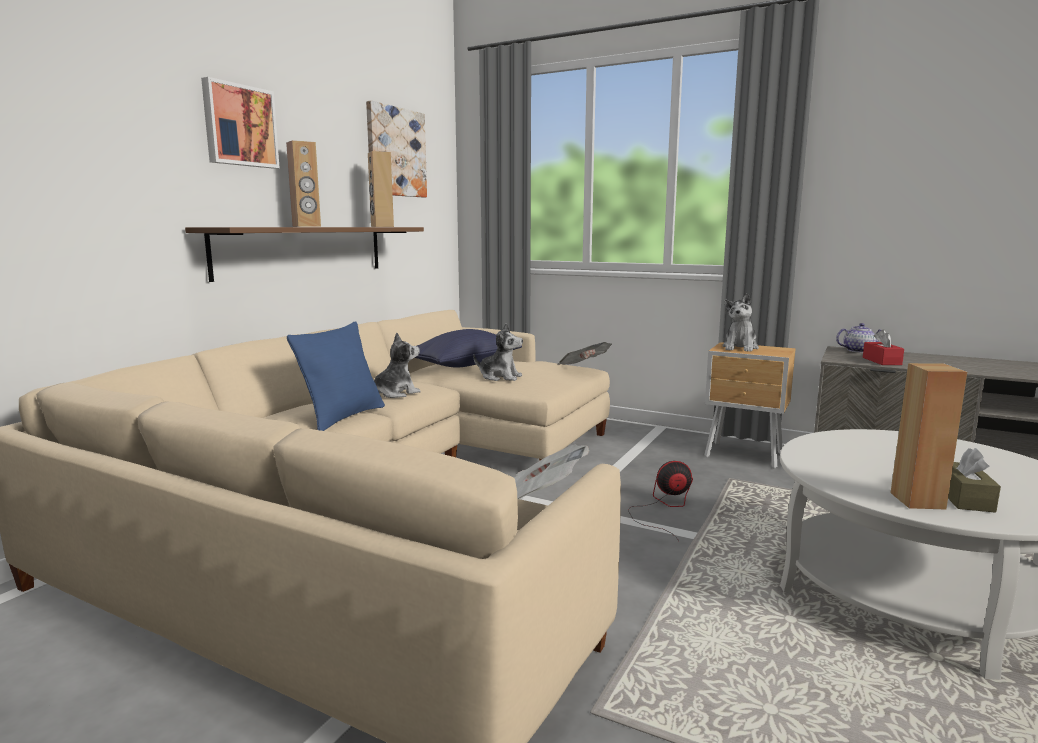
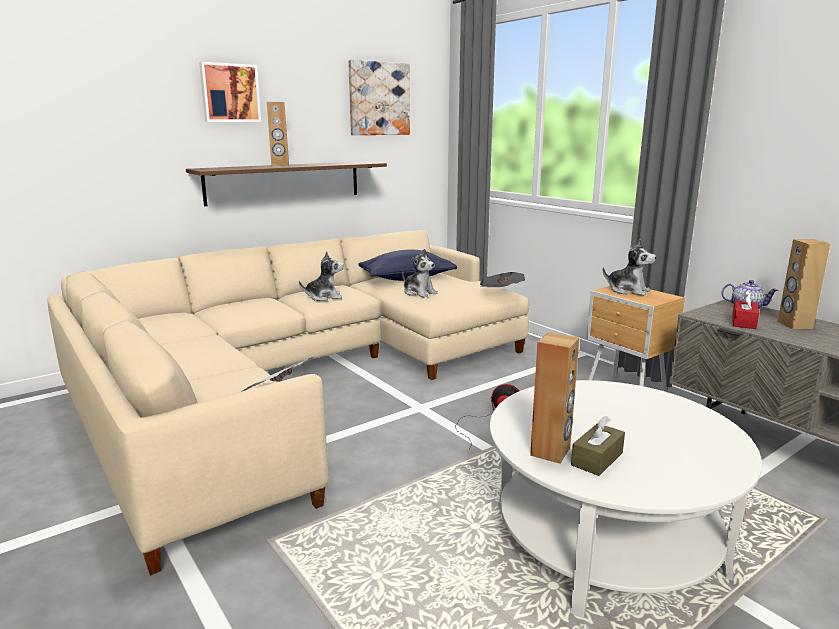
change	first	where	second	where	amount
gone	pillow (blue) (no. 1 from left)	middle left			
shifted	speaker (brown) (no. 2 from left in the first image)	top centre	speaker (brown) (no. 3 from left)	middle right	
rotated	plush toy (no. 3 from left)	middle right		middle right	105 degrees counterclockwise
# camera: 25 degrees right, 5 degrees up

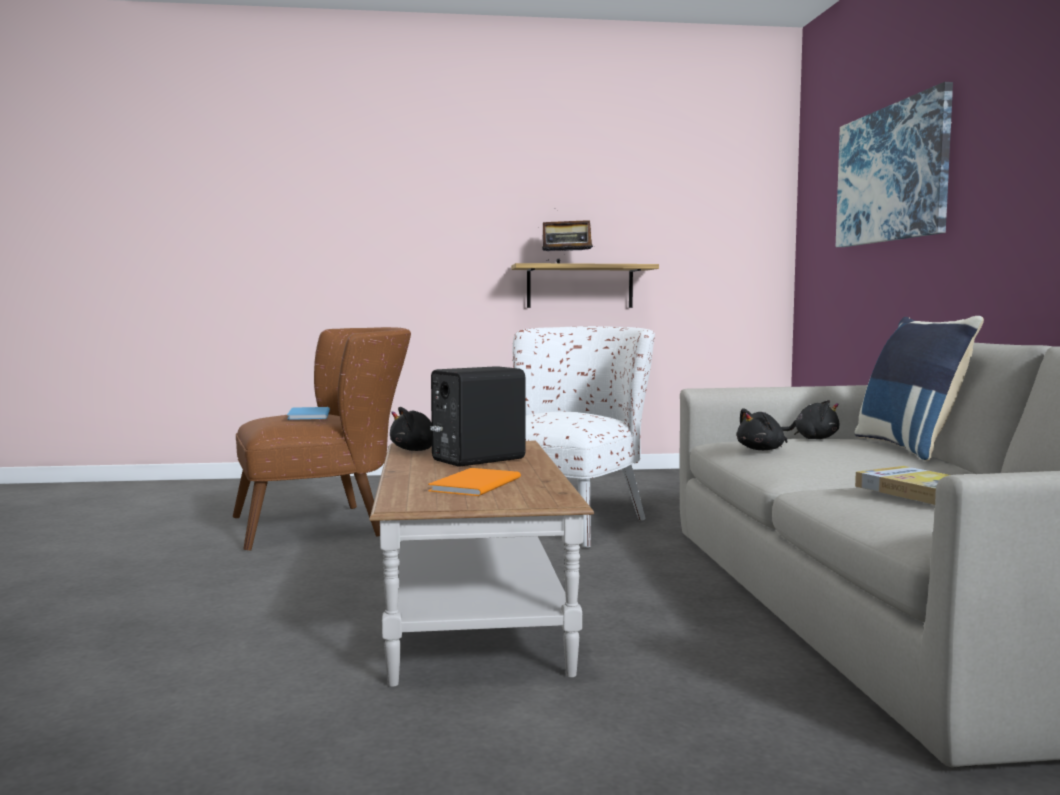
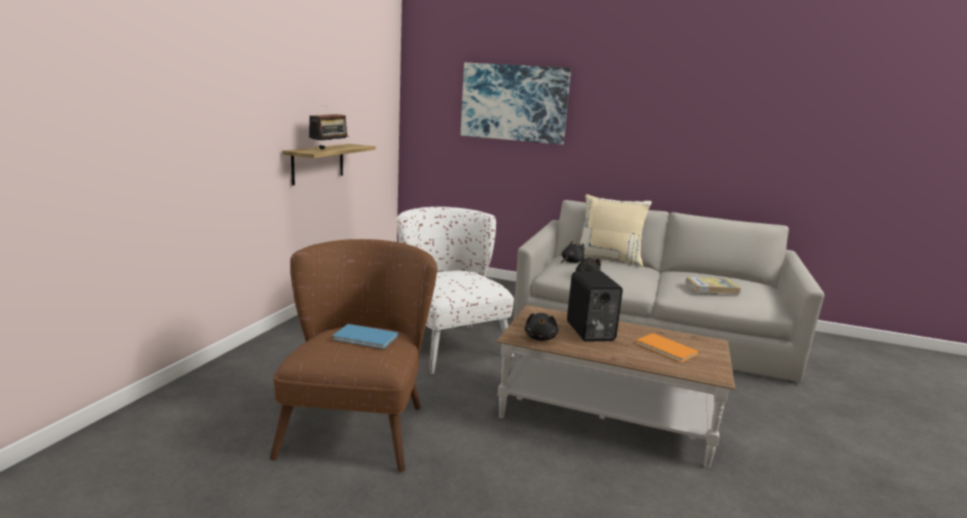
change	first	where	second	where	amount
repainted	pillow (blue)	middle right	pillow (beige)	centre	
# camera: 65 degrees left, 10 degrees up

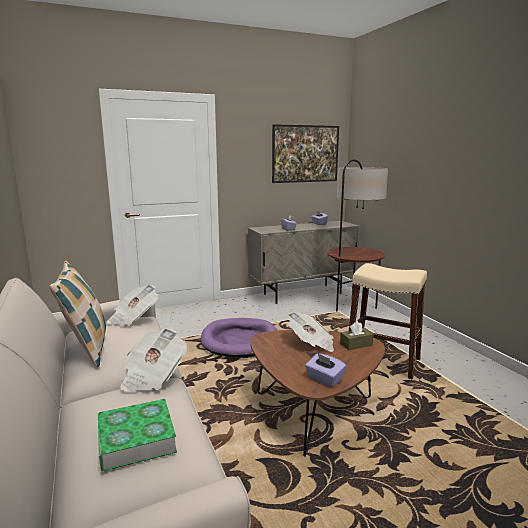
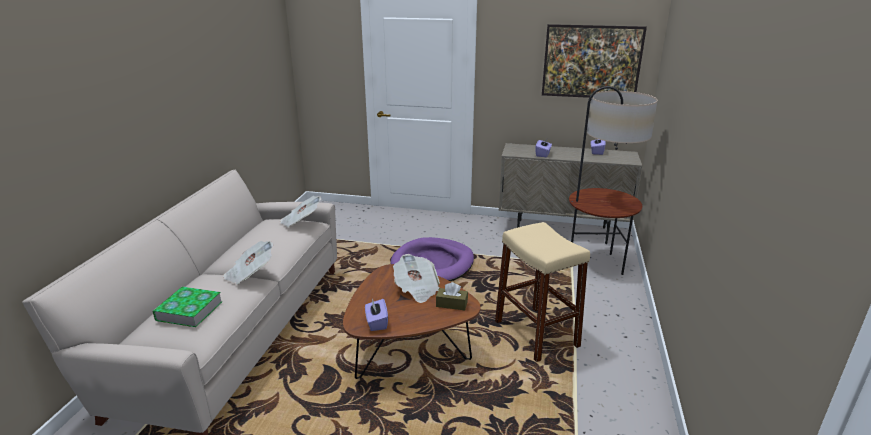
change	first	where	second	where	amount
gone	pillow	middle left			
# camera: 35 degrees right, 10 degrees up

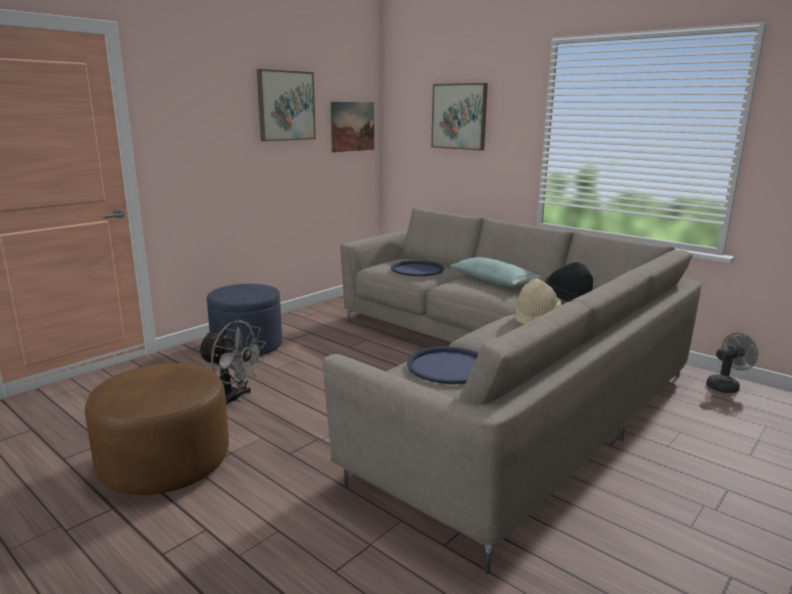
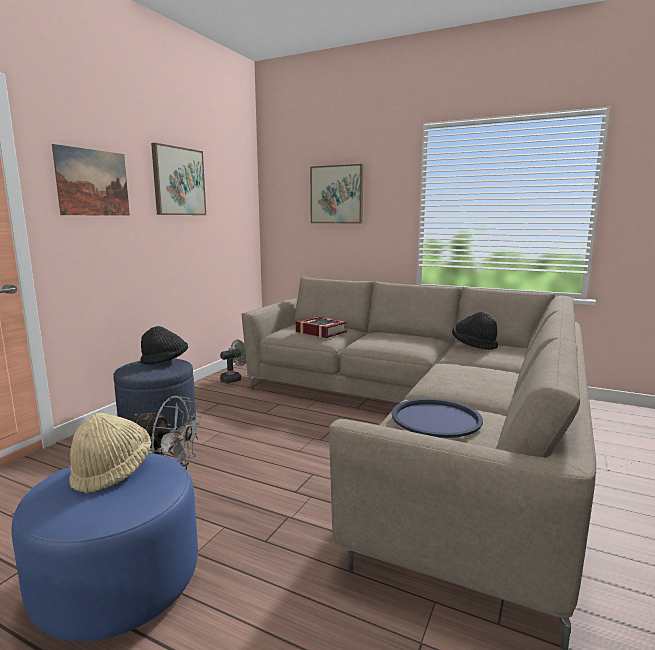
change	first	where	second	where	amount
gone	pillow	centre			
new			hat (black) (no. 1 from left)	middle left	
shifted	picture (no. 2 from left in the first image)	top centre	picture (no. 1 from left)	top left	
shifted	hat (beige)	middle right		bottom left	
shifted	fan (grey) (no. 2 from left)	middle right		centre	
swapped	tray (blue) (no. 1 from left)	centre	book	centre	
repainted	ottoman (brown)	bottom left	ottoman (blue) (no. 1 from left)	bottom left	
# camera: 15 degrees left, 5 degrees down

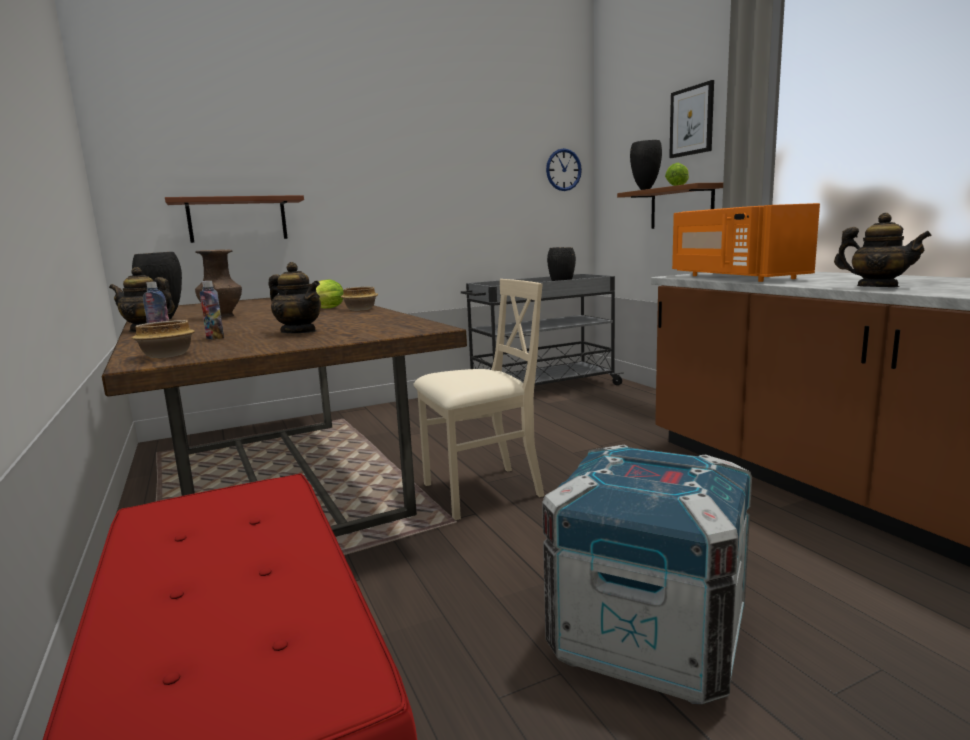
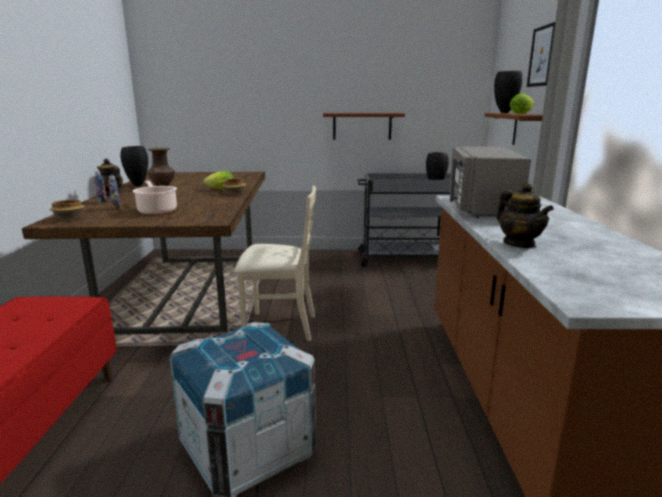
change	first	where	second	where	amount
gone	wall clock	top centre			
shifted	shelf (brown) (no. 1 from left)	top left		top centre	
swapped	teapot (no. 2 from left)	middle left	cooking pot	middle left	
repainted	microwave (orange)	top right	microwave (grey)	middle right	
# camera: 25 degrees right, 5 degrees up

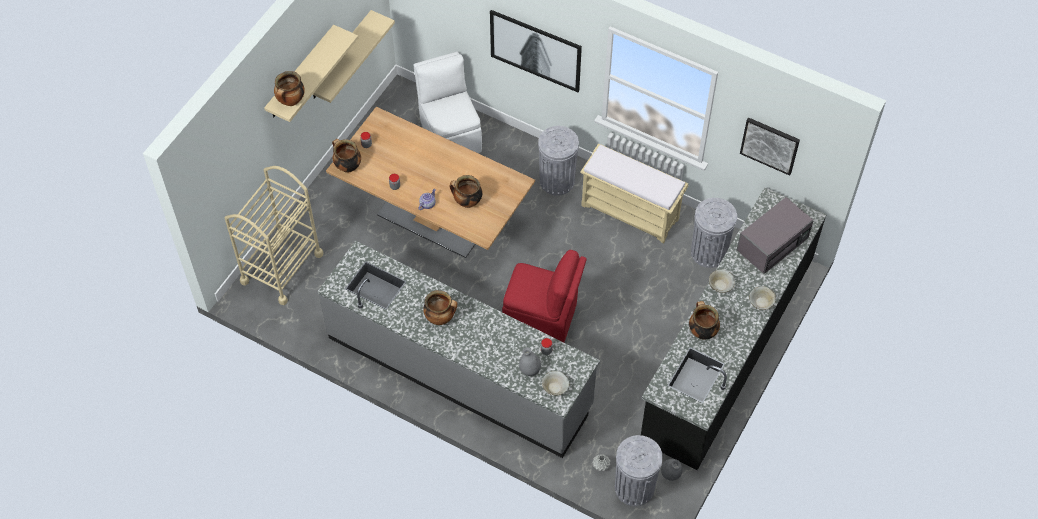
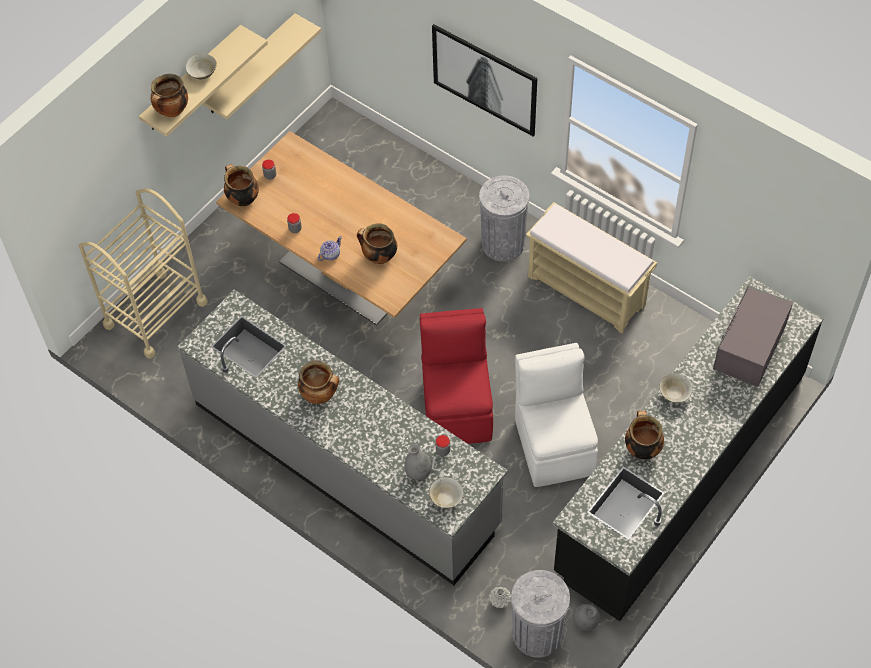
change	first	where	second	where	amount
gone	trash can (grey) (no. 3 from left)	middle right			
gone	picture (no. 2 from left)	top right			
shifted	chair (white)	top centre		centre	
shifted	bowl (beige) (no. 3 from left in the first image)	middle right	bowl (beige) (no. 1 from left)	top left	
rotated	chair (red)	centre		centre	120 degrees counterclockwise
rotated	microwave (grey)	middle right		middle right	150 degrees clockwise
# camera: 10 degrees right, 0 degrees up

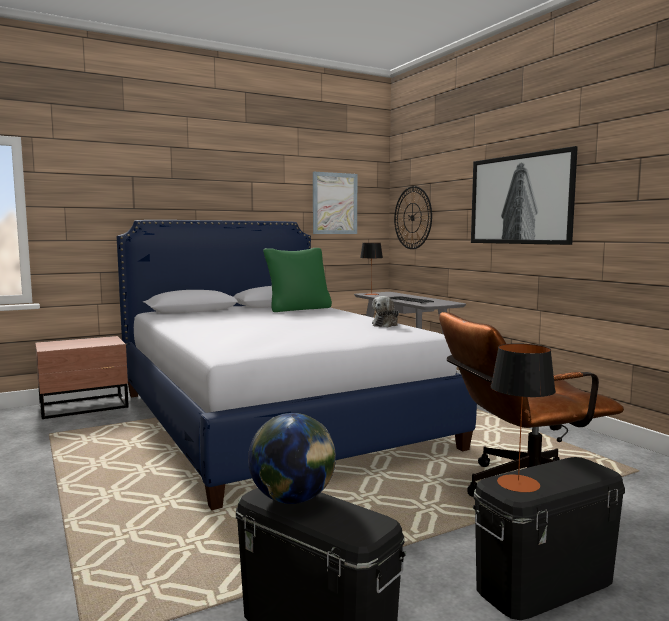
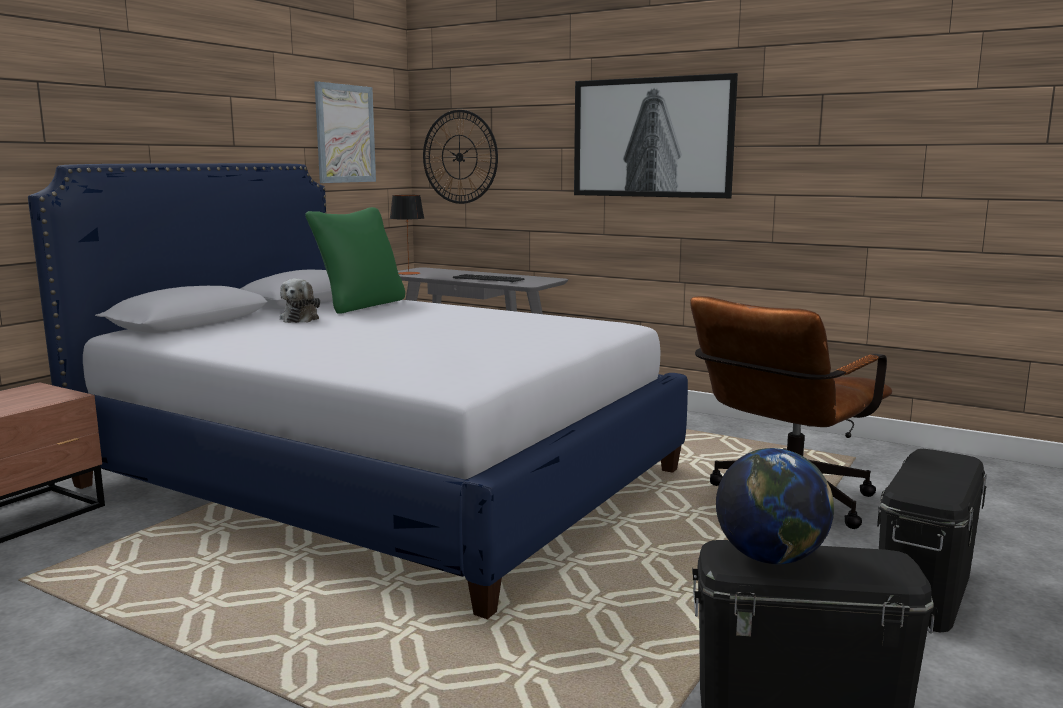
change	first	where	second	where	amount
gone	table lamp (no. 2 from left)	bottom right			
shifted	plush toy	centre		middle left	
# camera: 30 degrees left, 5 degrees up

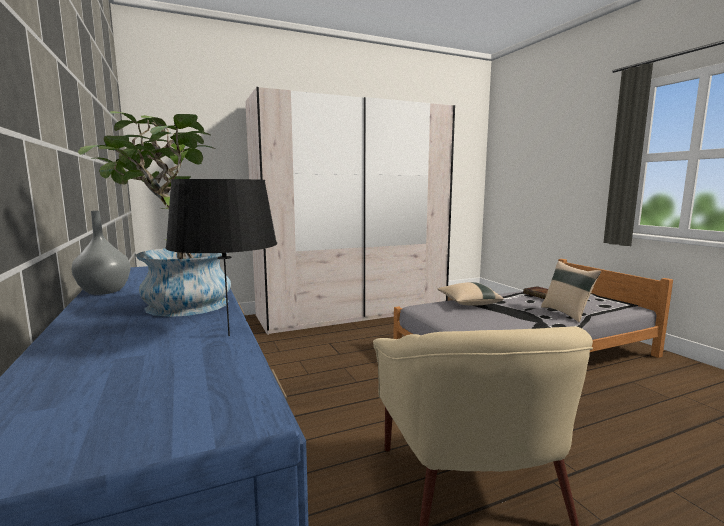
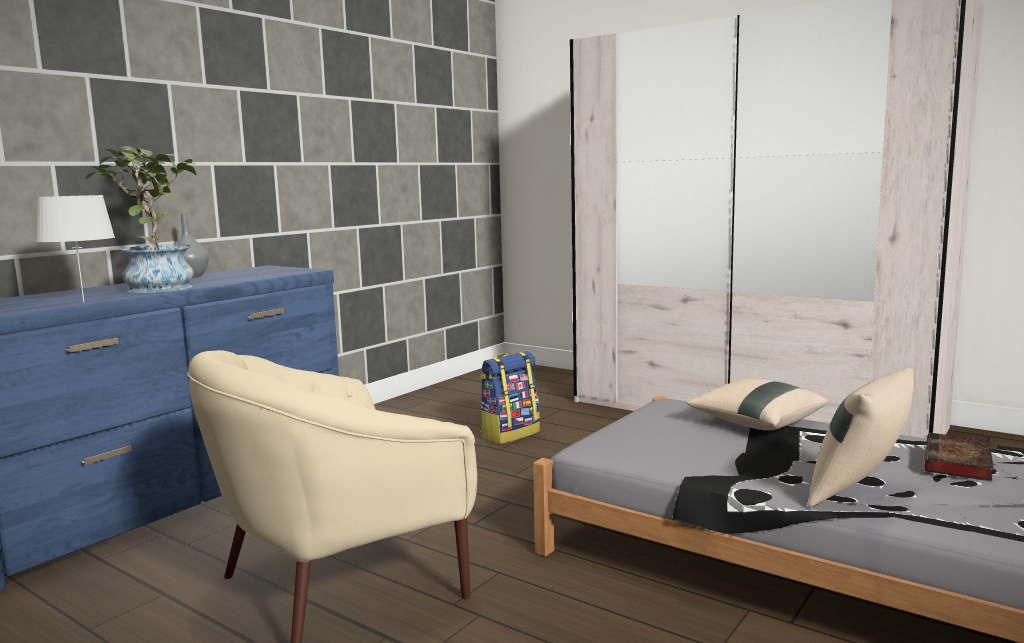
change	first	where	second	where	amount
new			backpack	centre	
repainted	table lamp (black)	middle left	table lamp (white)	middle left	
# camera: 60 degrees right, 0 degrees up

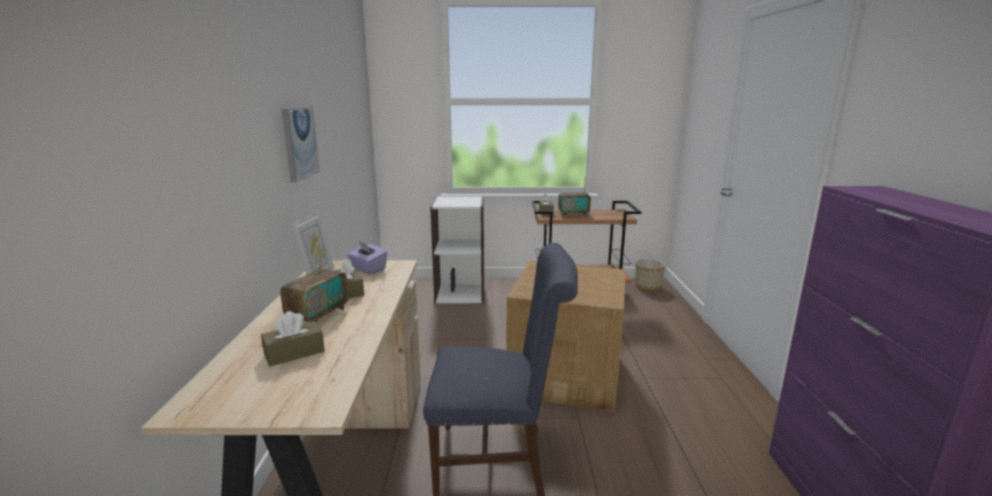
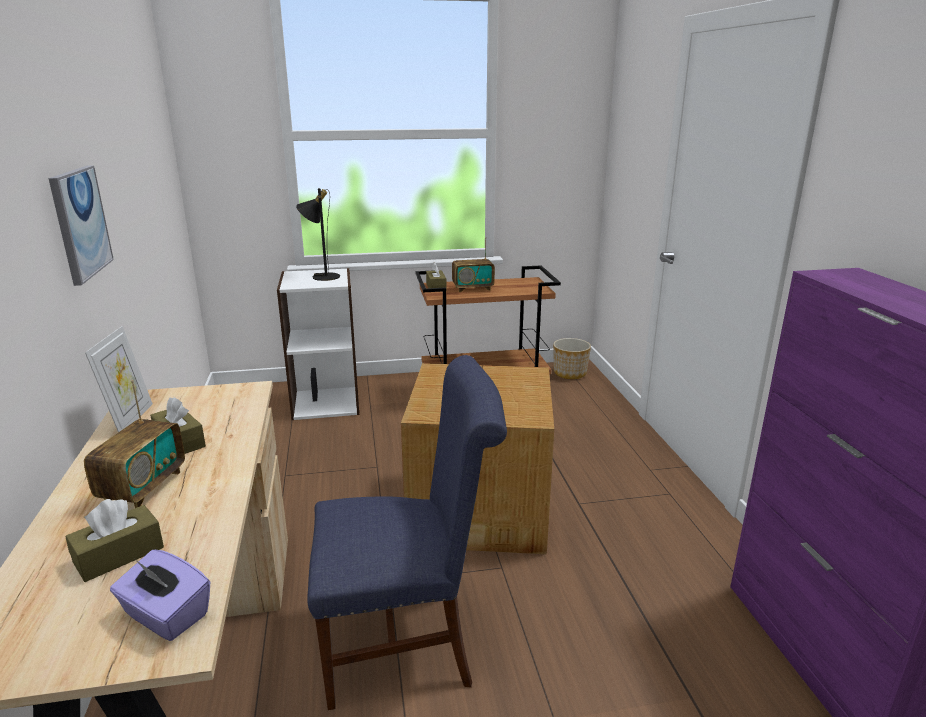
change	first	where	second	where	amount
new			table lamp (black)	top centre	
shifted	tissue box (purple)	centre		bottom left	
# camera: 10 degrees left, 5 degrees up

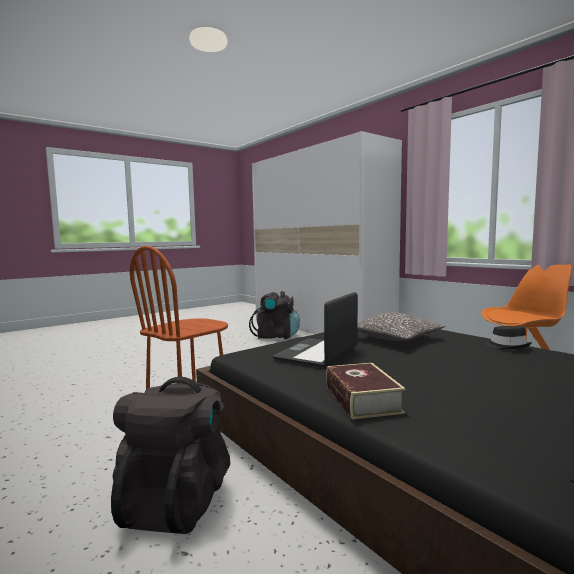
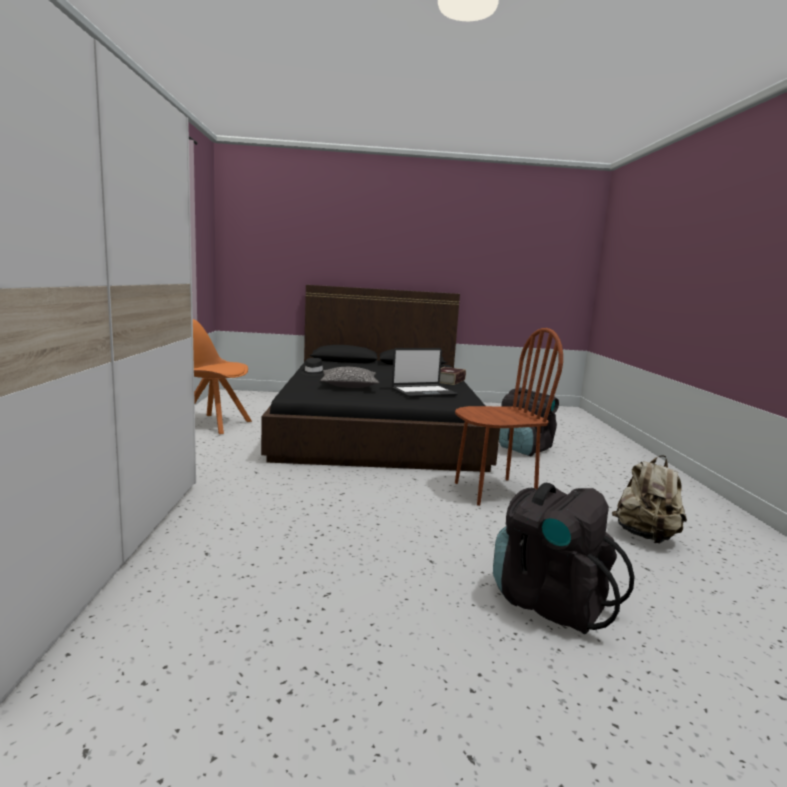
change	first	where	second	where	amount
new			backpack (beige)	middle right	
shifted	backpack (black) (no. 2 from left)	centre		bottom right	
# camera: 145 degrees left, 5 degrees up

